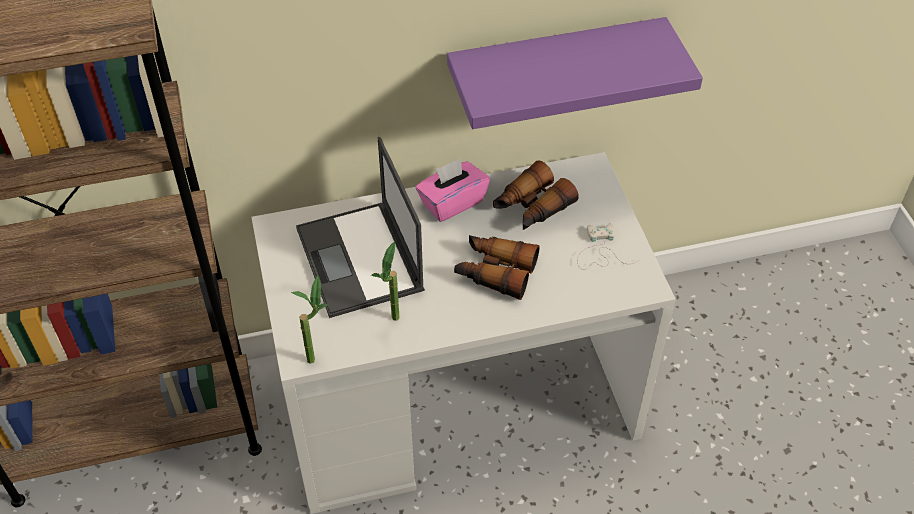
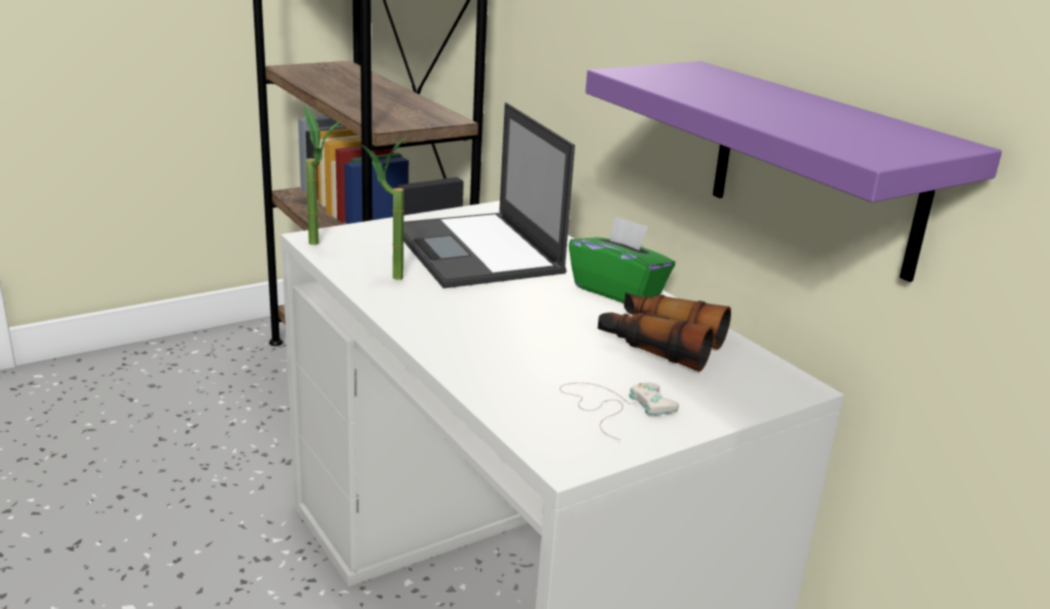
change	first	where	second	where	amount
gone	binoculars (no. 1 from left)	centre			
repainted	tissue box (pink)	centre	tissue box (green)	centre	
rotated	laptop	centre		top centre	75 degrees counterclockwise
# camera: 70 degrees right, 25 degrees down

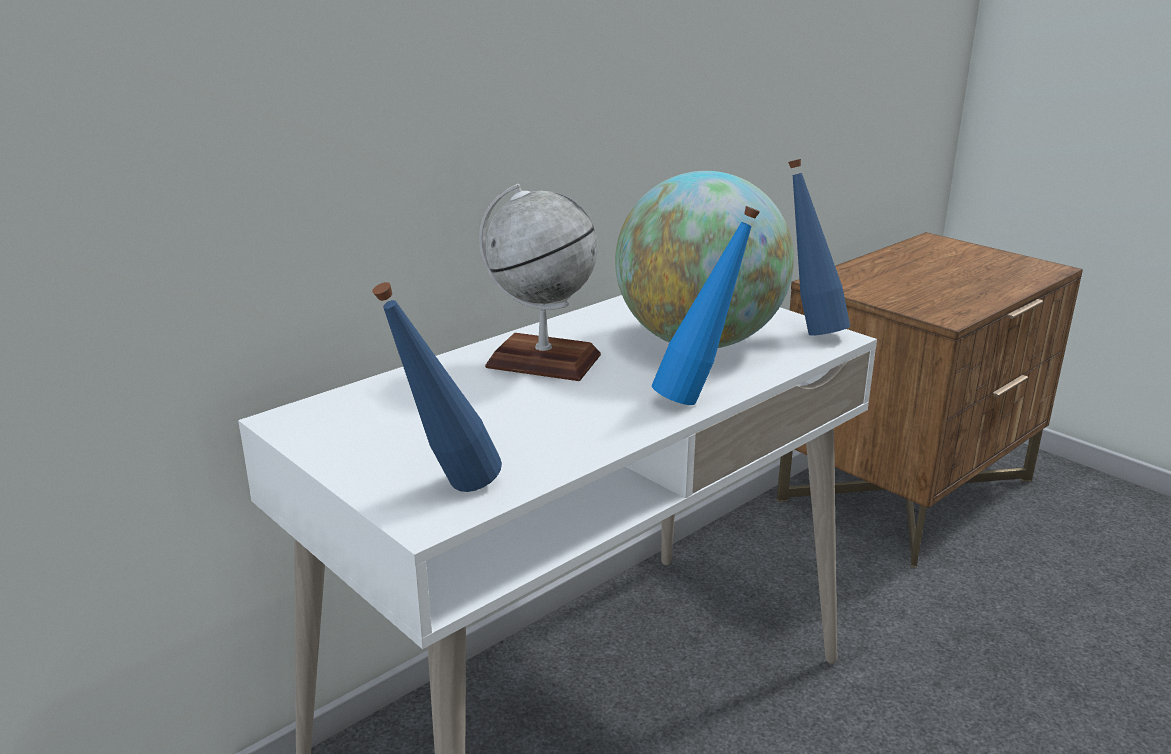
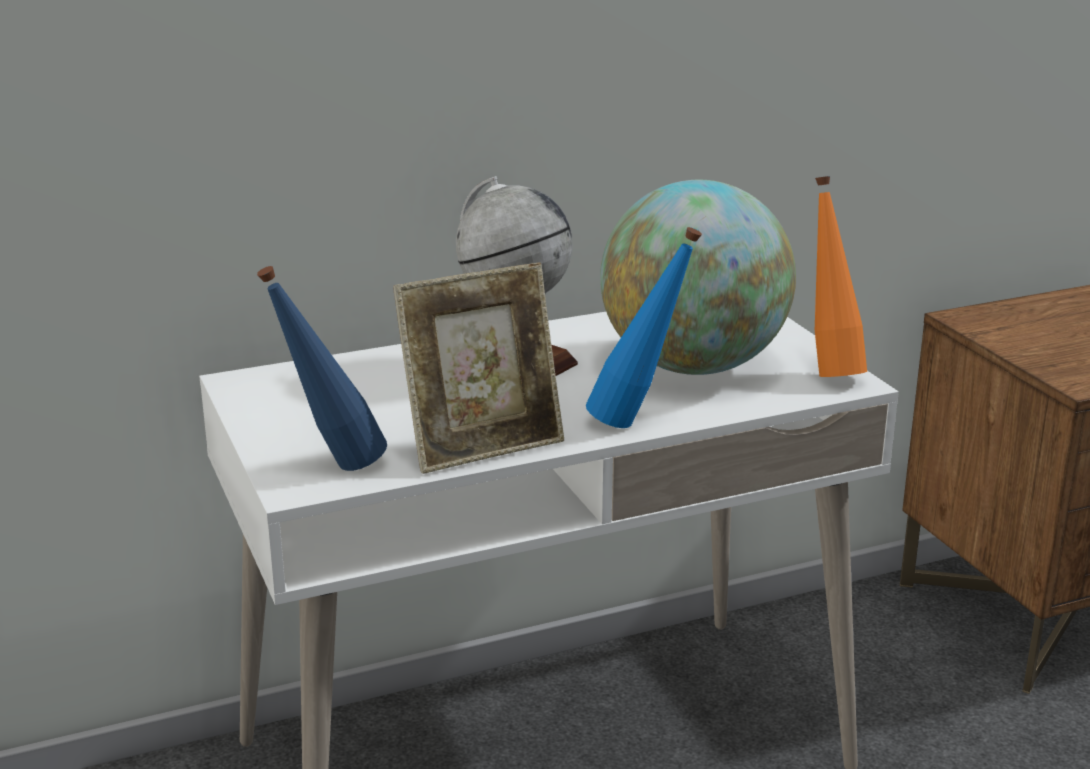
change	first	where	second	where	amount
new			picture frame	centre	
repainted	bottle (blue) (no. 3 from left)	top right	bottle (orange)	middle right	
# camera: 20 degrees right, 0 degrees up

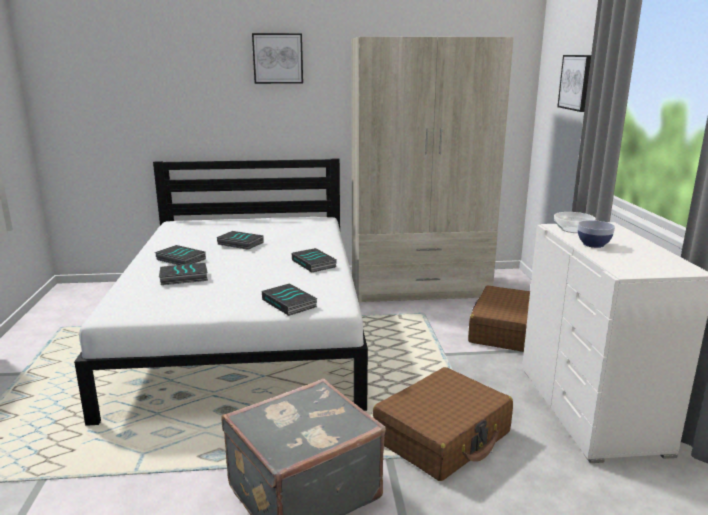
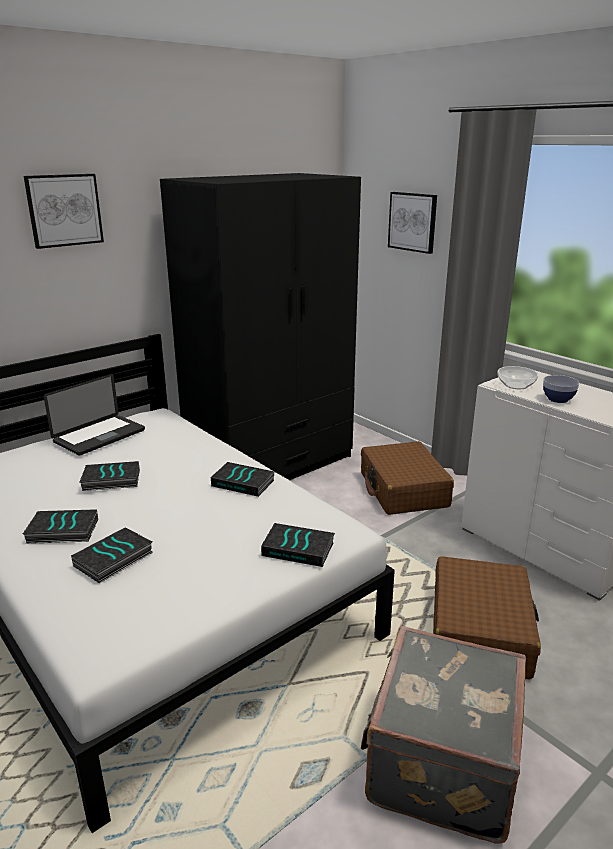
change	first	where	second	where	amount
new			laptop	middle left	
repainted	wardrobe (beige)	top centre	wardrobe (black)	centre	
# camera: 35 degrees left, 5 degrees up

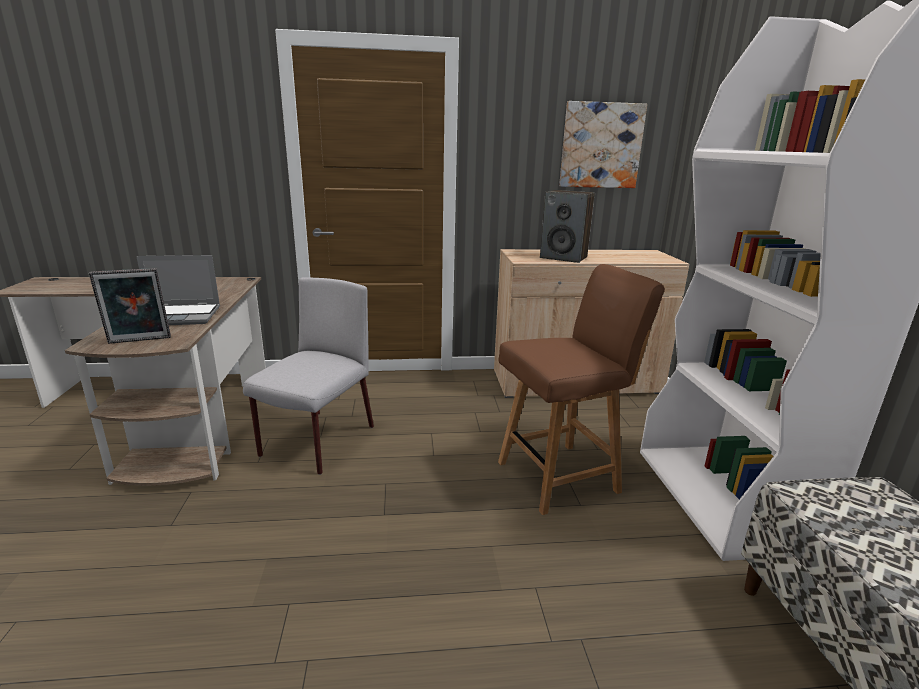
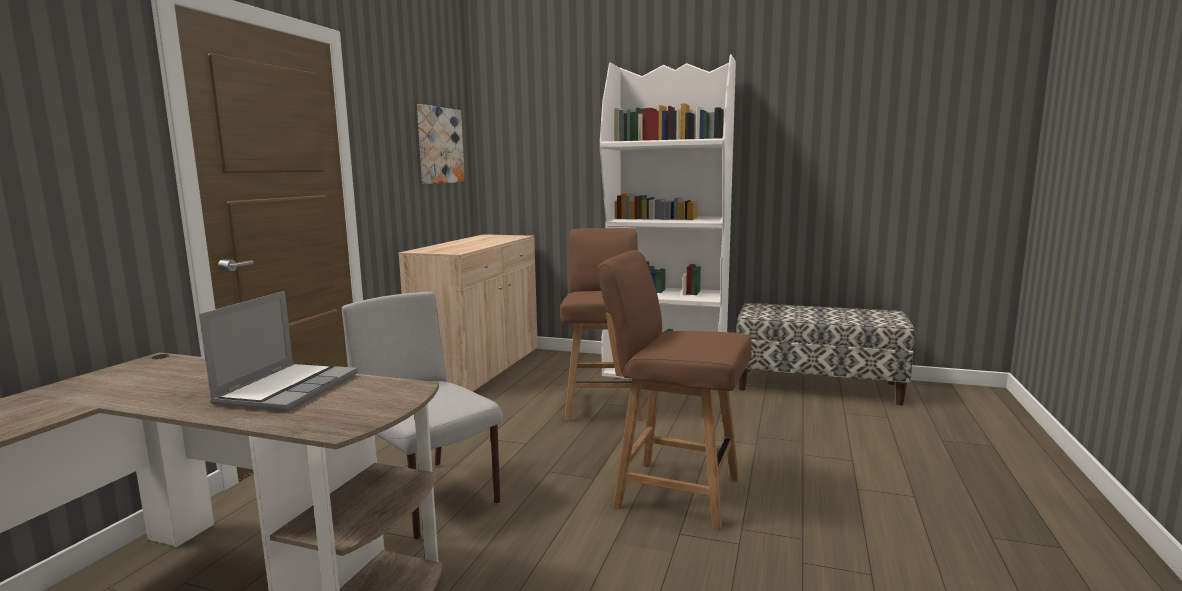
change	first	where	second	where	amount
gone	picture frame	middle left			
gone	speaker	top centre			
new			chair (brown) (no. 2 from left)	centre	
# camera: 65 degrees left, 10 degrees down

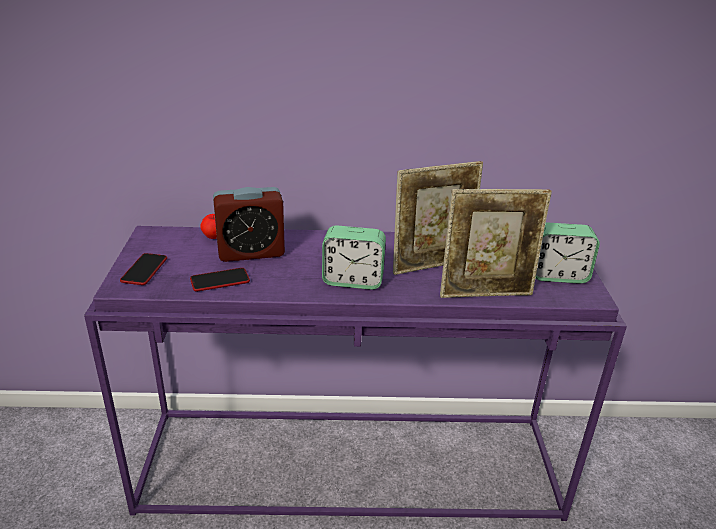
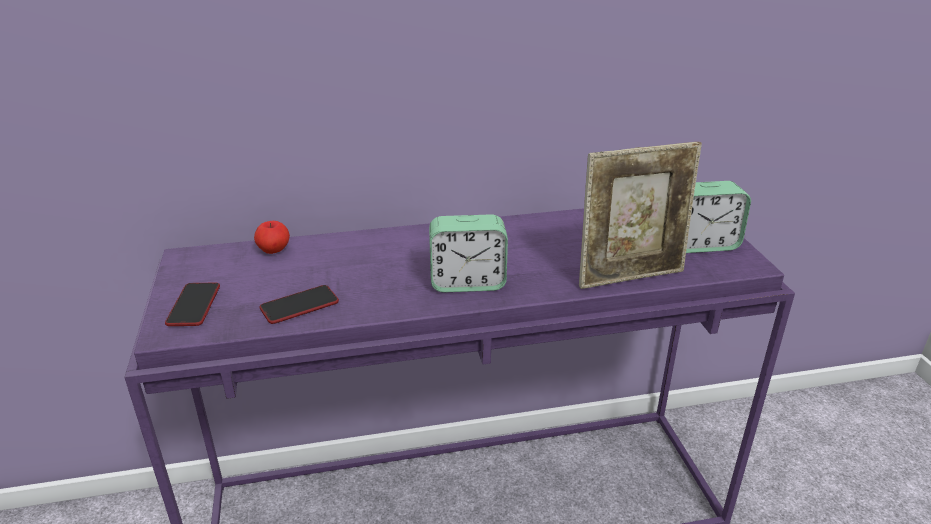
change	first	where	second	where	amount
gone	alarm clock (no. 1 from left)	centre			
gone	picture frame (no. 1 from left)	centre			
# camera: 10 degrees left, 0 degrees up

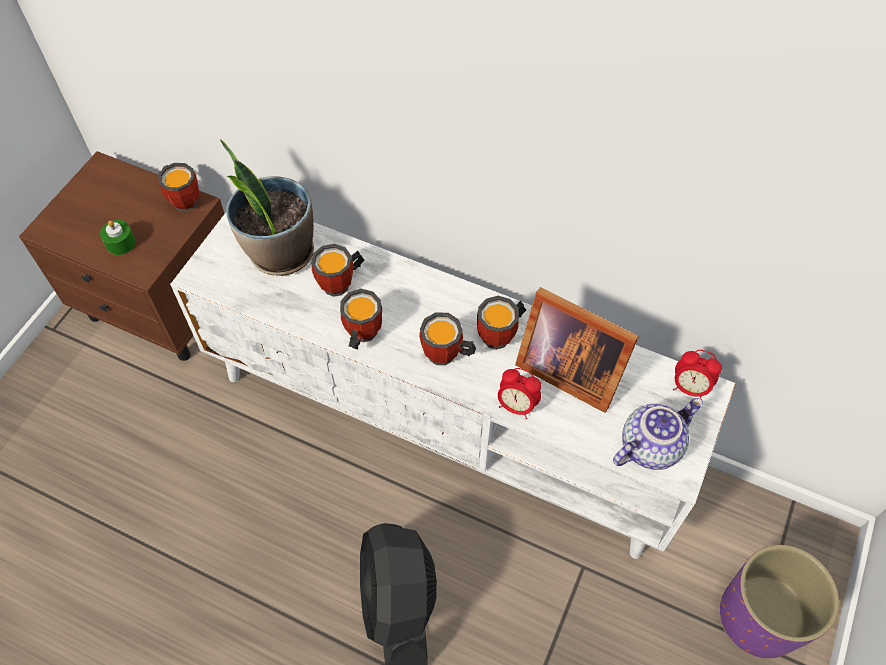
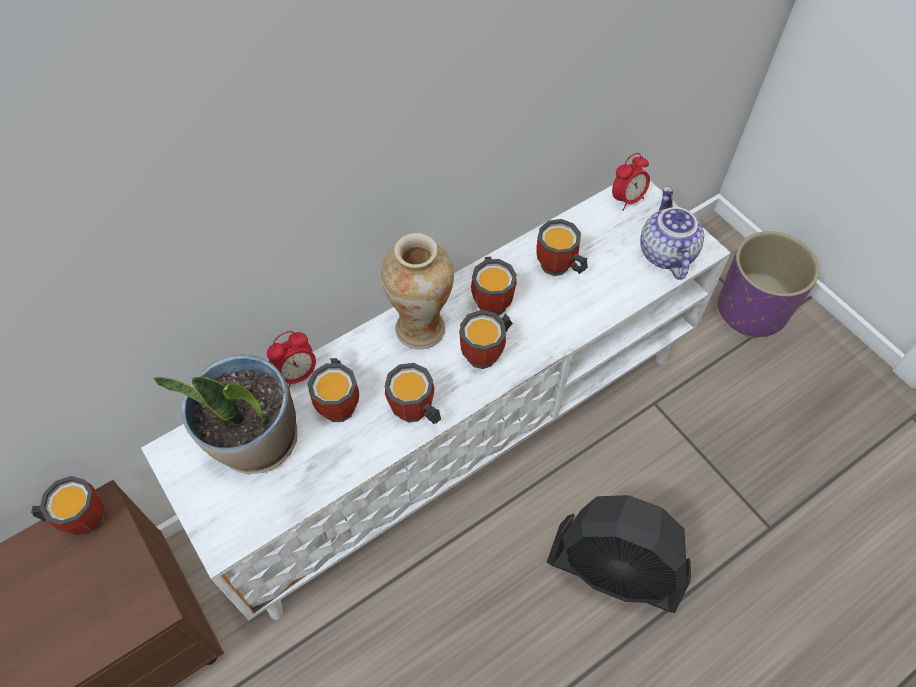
change	first	where	second	where	amount
gone	candle (green)	middle left			
new			vase	centre	
shifted	alarm clock (no. 1 from left)	centre		middle left	
swapped	picture frame	centre	mug (no. 6 from left)	centre	
# camera: 60 degrees left, 0 degrees up

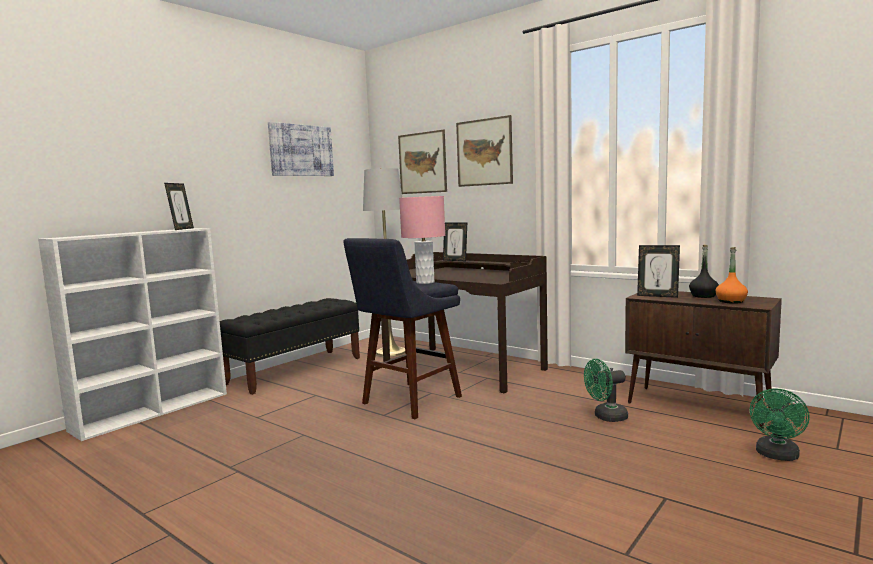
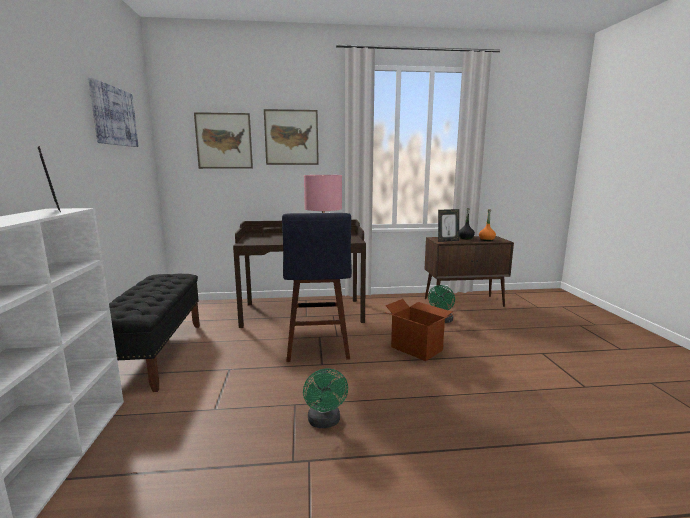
change	first	where	second	where	amount
gone	floor lamp (grey)	centre			
gone	picture frame (no. 2 from left)	centre			
new			cardboard box	centre	
shifted	fan (green) (no. 2 from left in the first image)	bottom right	fan (green) (no. 1 from left)	bottom centre	
# camera: 45 degrees left, 5 degrees up

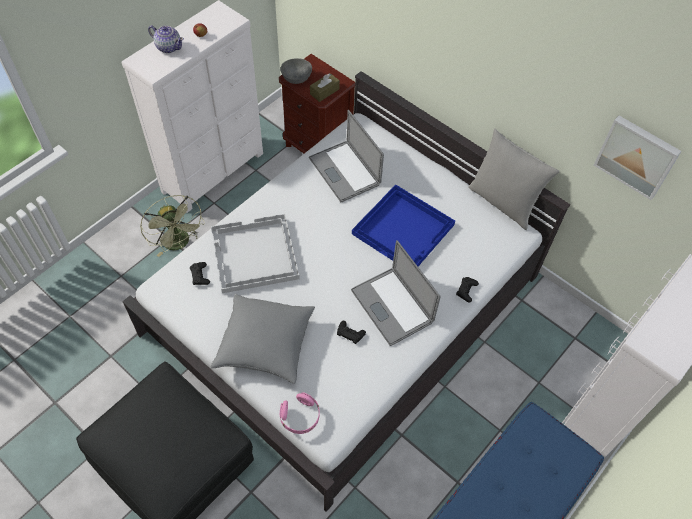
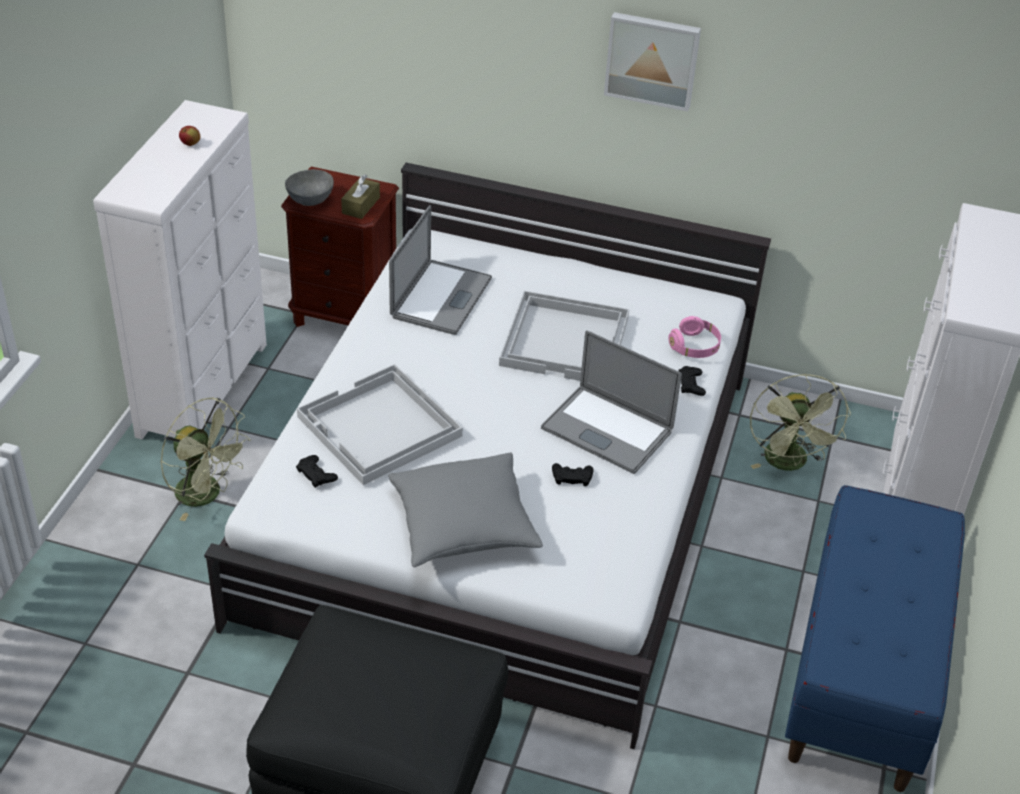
change	first	where	second	where	amount
gone	teapot	top left			
gone	pillow (grey) (no. 2 from left)	middle right			
new			fan (green) (no. 2 from left)	middle right	
shifted	headphones (pink)	bottom centre		middle right	
shifted	picture	top right		top centre	
repainted	tray (blue)	centre	tray (white) (no. 2 from left)	centre	
rotated	laptop (no. 1 from left)	top centre		centre	105 degrees counterclockwise
# camera: 25 degrees left, 15 degrees down

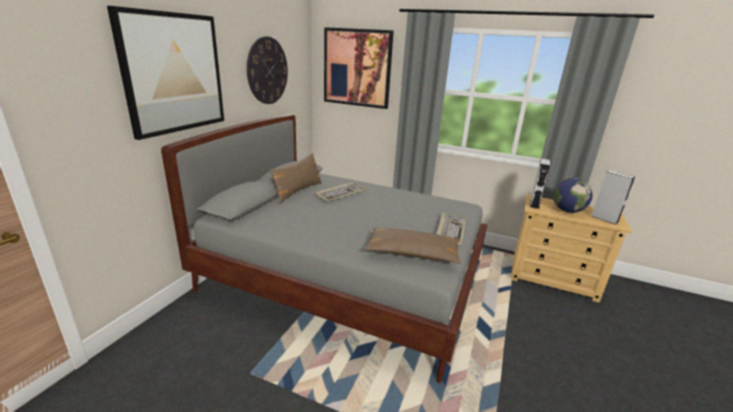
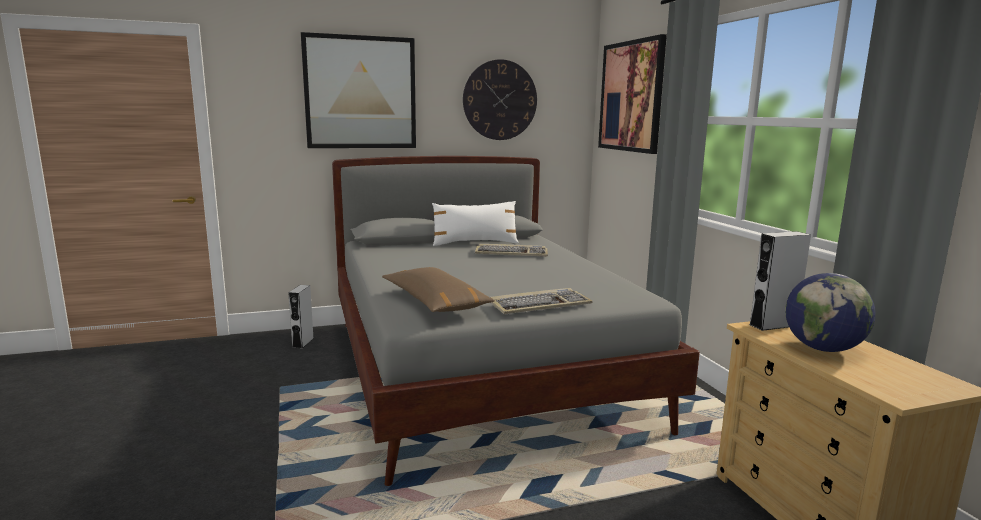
change	first	where	second	where	amount
shifted	speaker (grey) (no. 2 from left in the first image)	middle right	speaker (grey) (no. 1 from left)	middle left	
repainted	pillow (brown) (no. 1 from left)	centre	pillow (white)	centre	
# camera: 50 degrees right, 10 degrees down

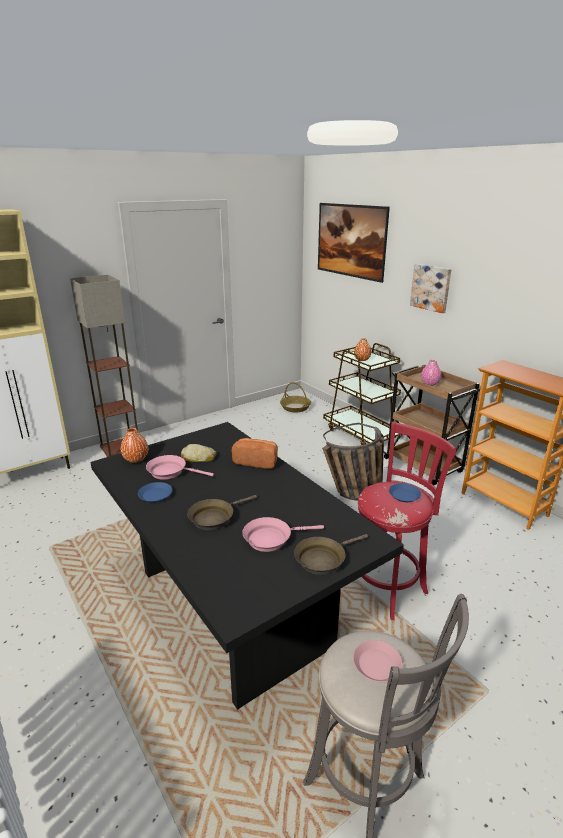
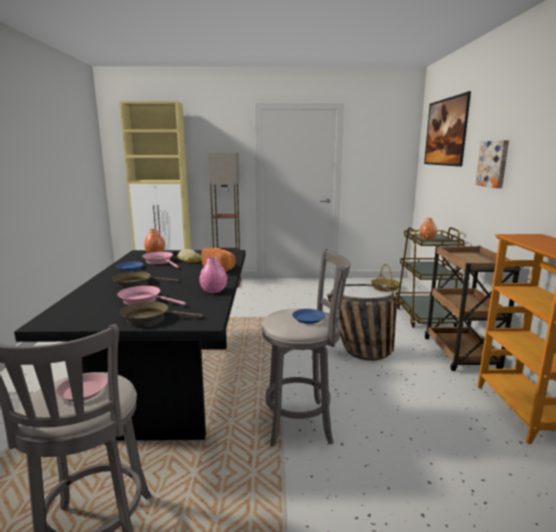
change	first	where	second	where	amount
shifted	vase (pink)	middle right		centre	
repainted	stool (red)	middle right	stool (grey) (no. 2 from left)	centre	
# camera: 35 degrees right, 10 degrees down

